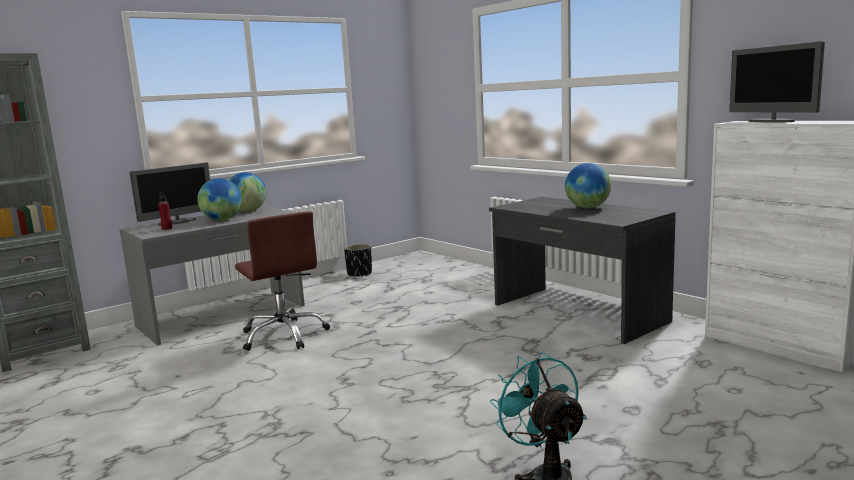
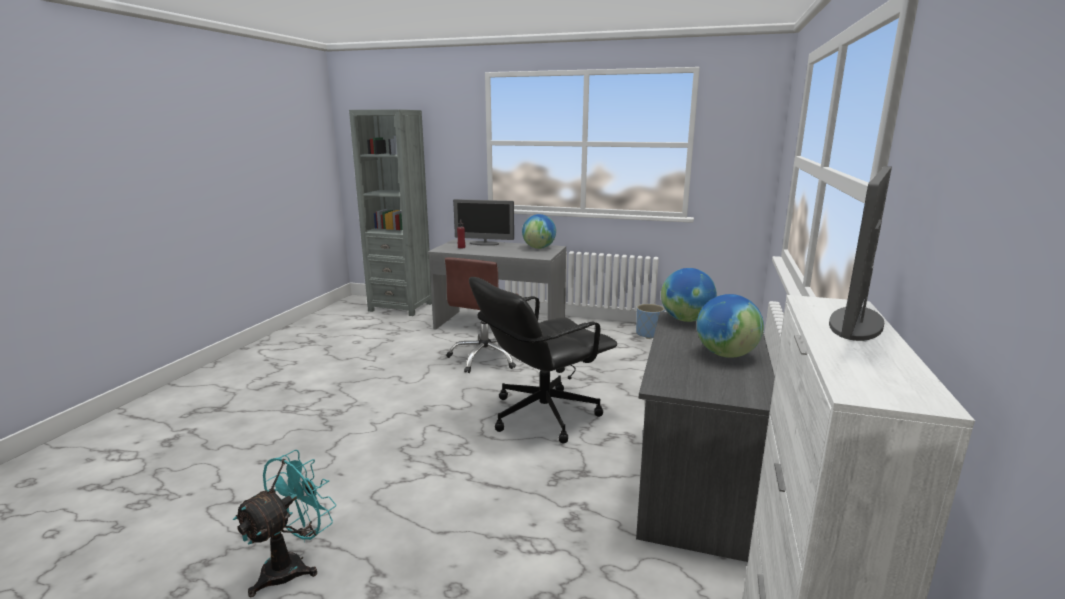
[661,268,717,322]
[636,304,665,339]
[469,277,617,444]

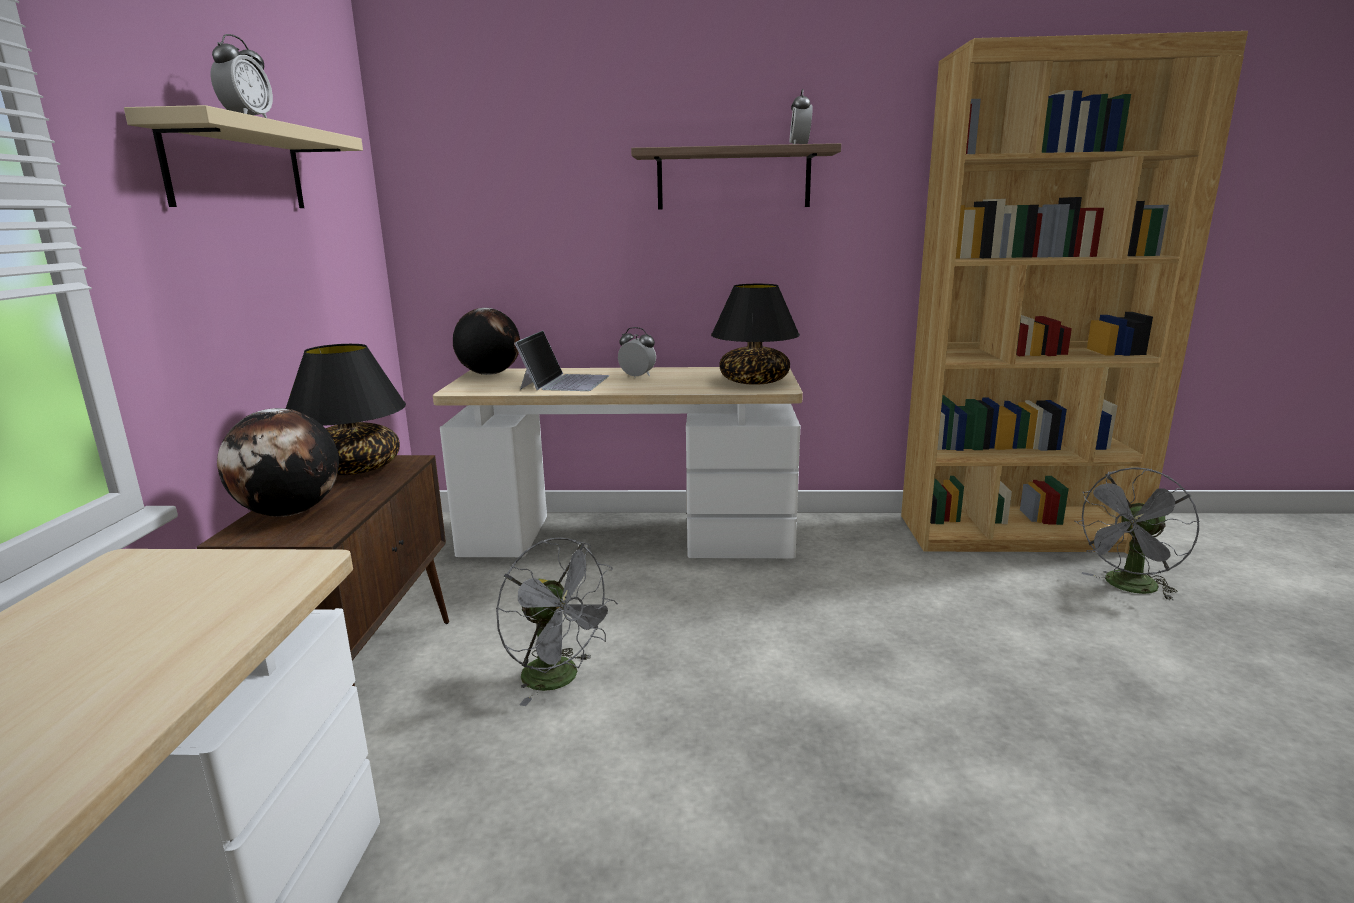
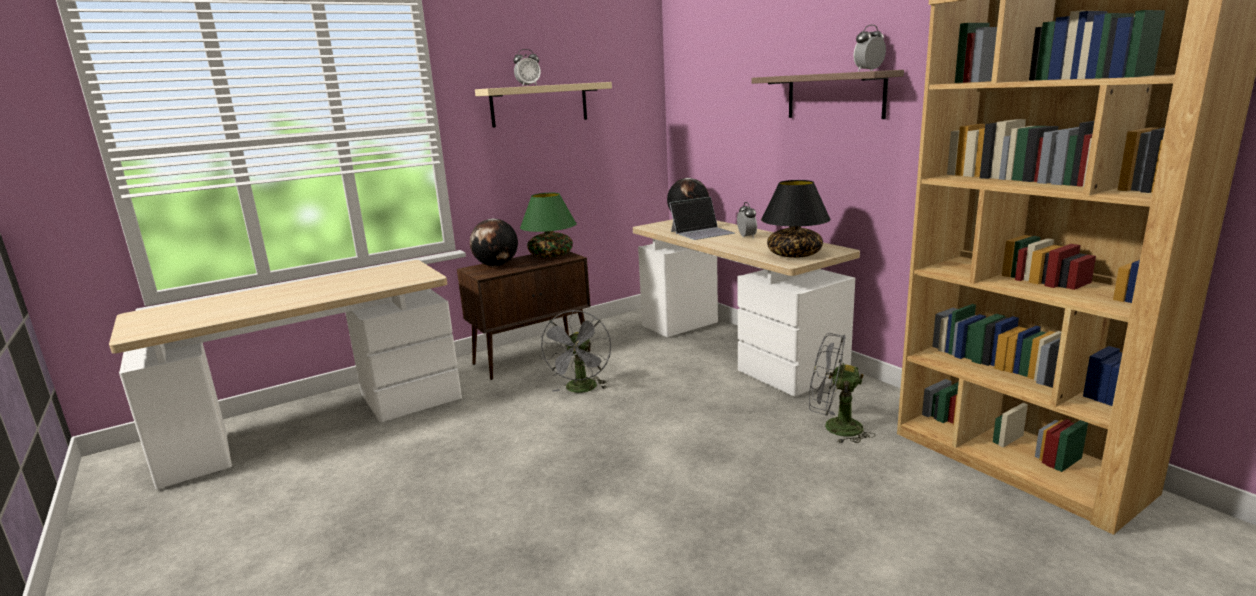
[520,193,577,258]
[809,333,875,443]

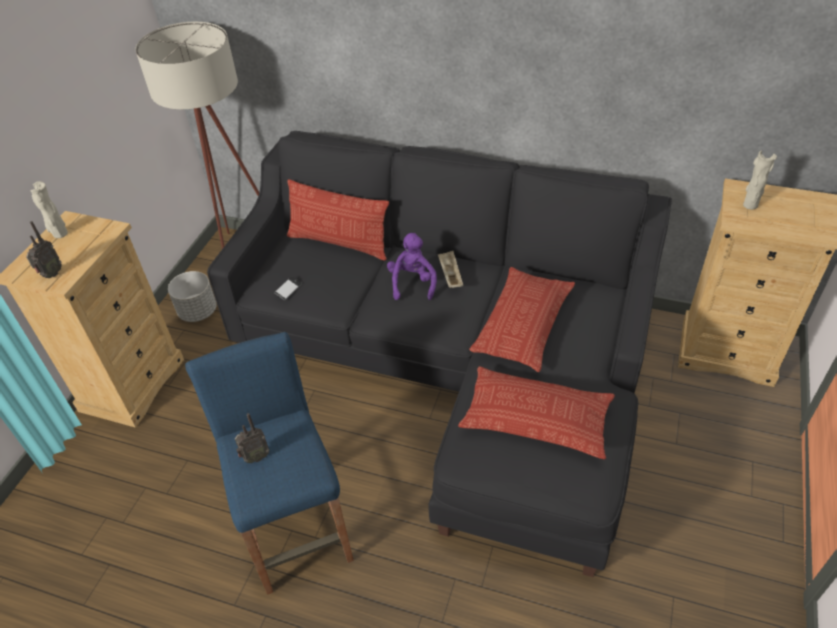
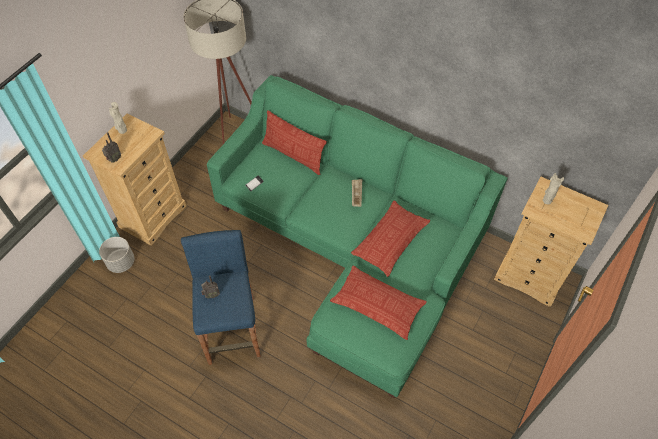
[207,75,508,398]
[387,233,437,300] (first image)
[99,237,134,273]

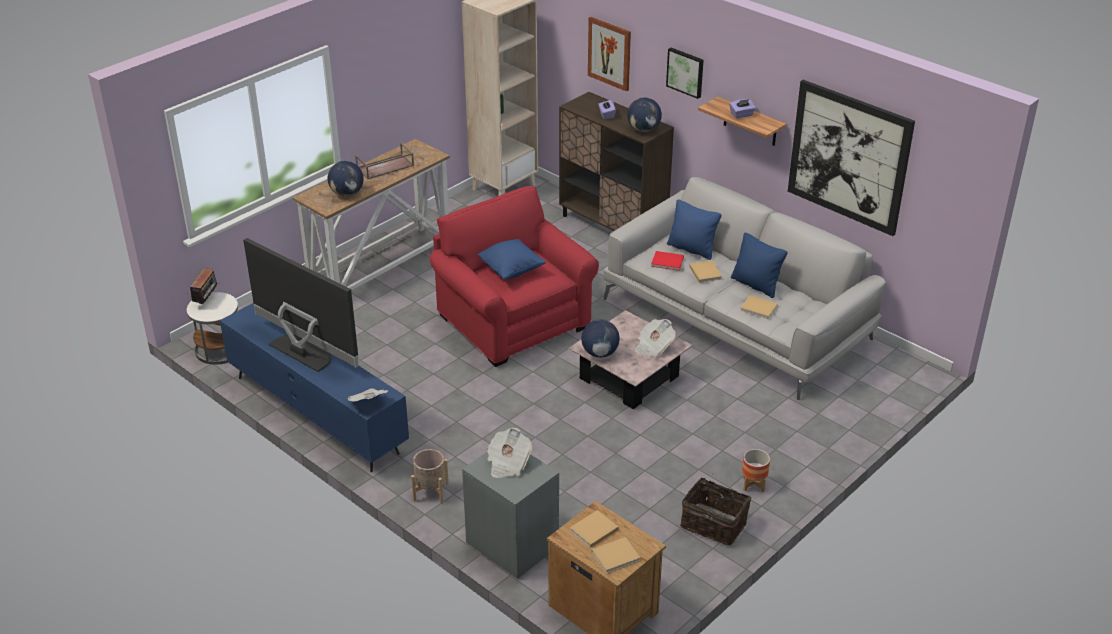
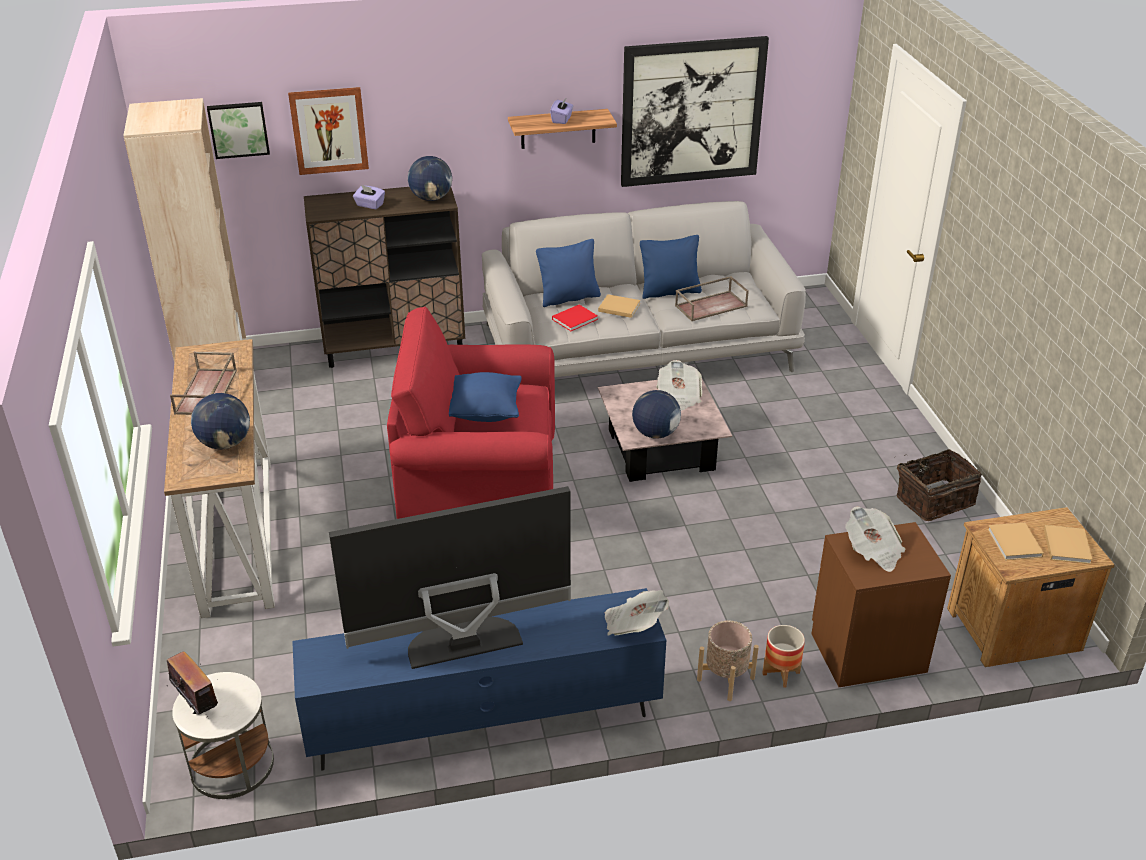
[207,102,270,159]
[675,276,749,321]
[762,625,805,688]
[811,522,951,687]

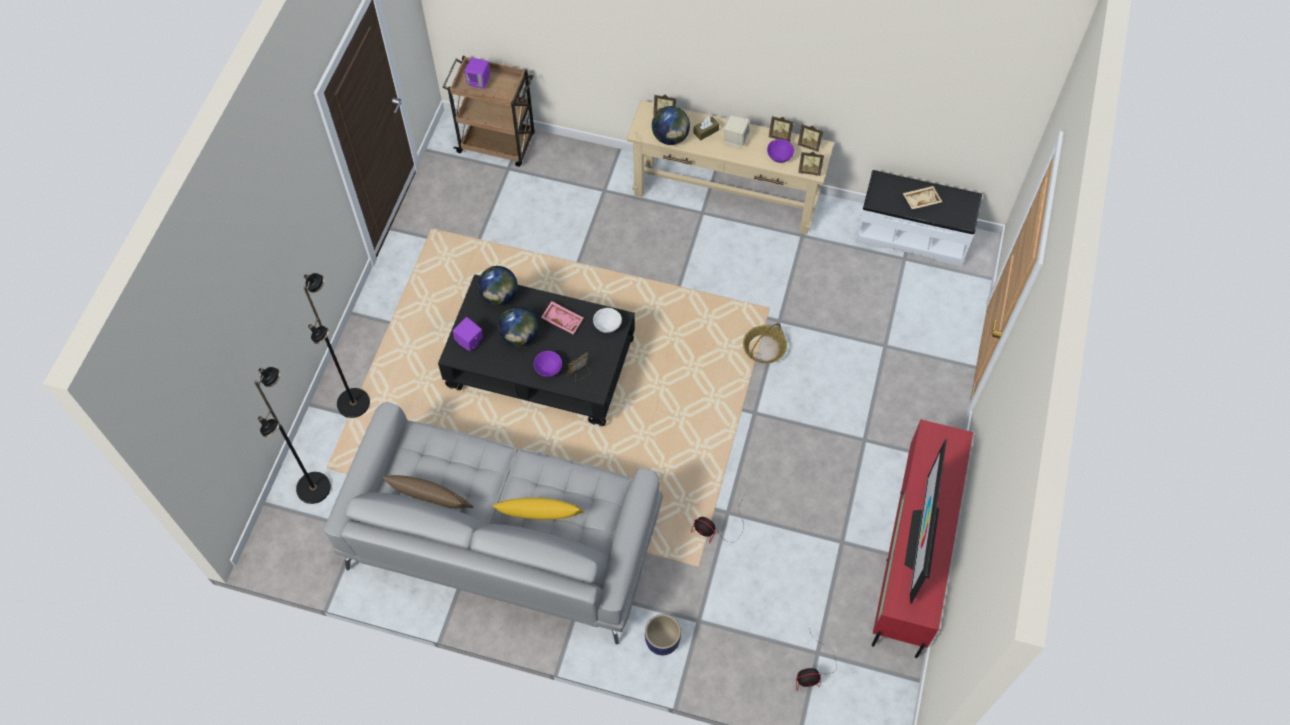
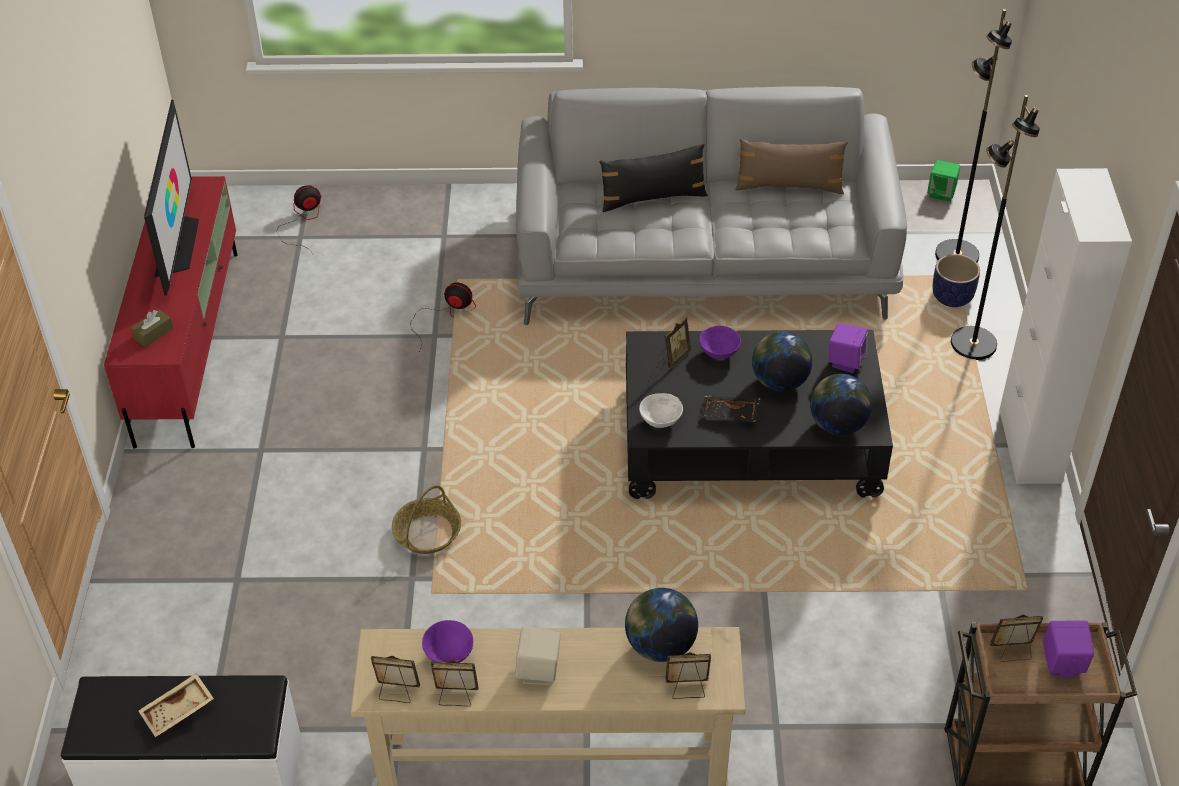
[131,309,173,347]
[990,615,1043,662]
[700,396,760,422]
[600,144,708,212]
[932,254,980,307]
[927,160,960,202]
[999,168,1132,484]

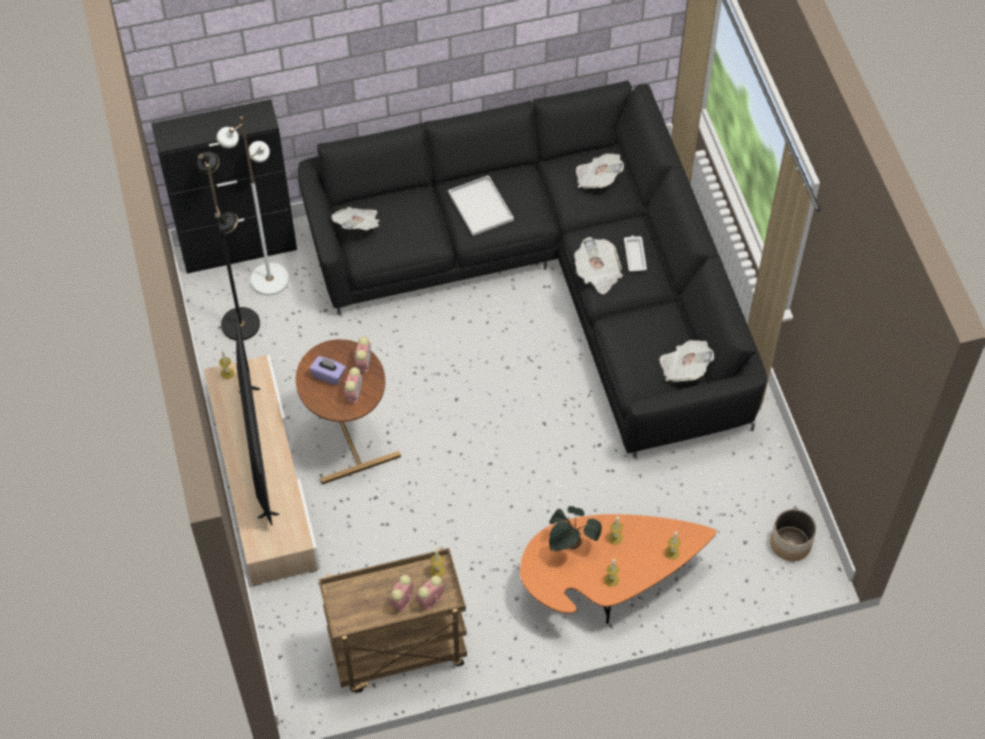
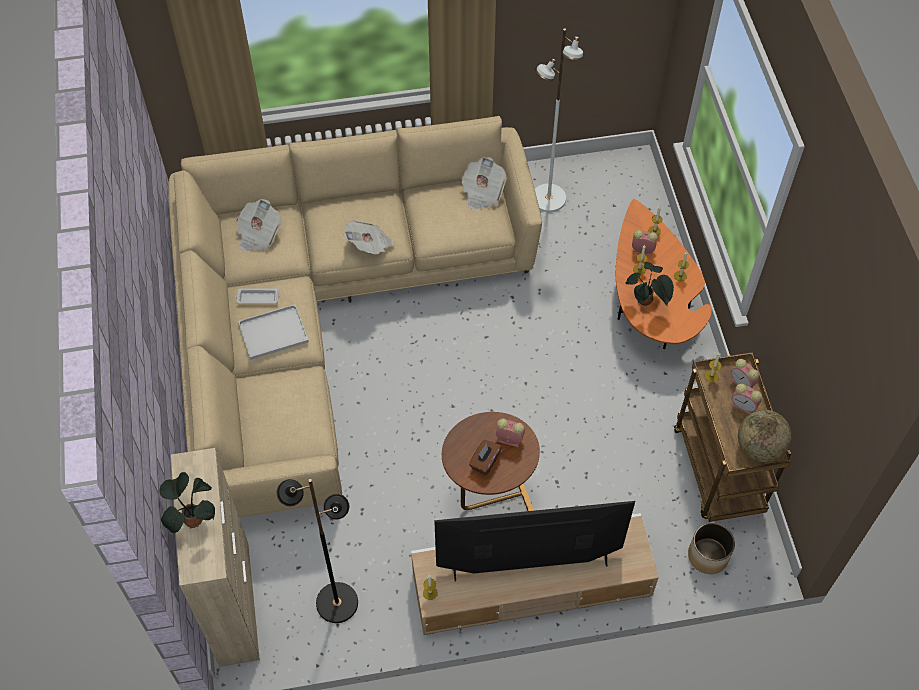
[168,116,542,517]
[171,448,260,667]
[535,29,583,212]
[332,207,380,230] (first image)
[235,289,279,304]
[632,230,658,256]
[469,440,502,475]
[688,523,735,574]
[738,410,792,463]
[159,472,215,533]

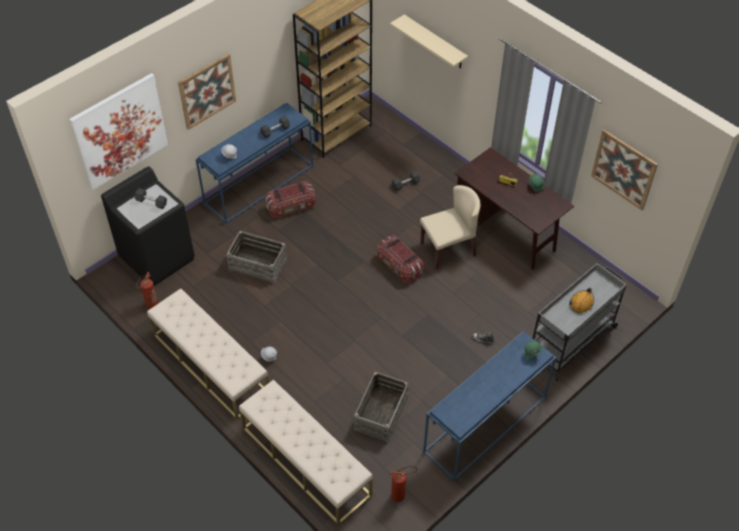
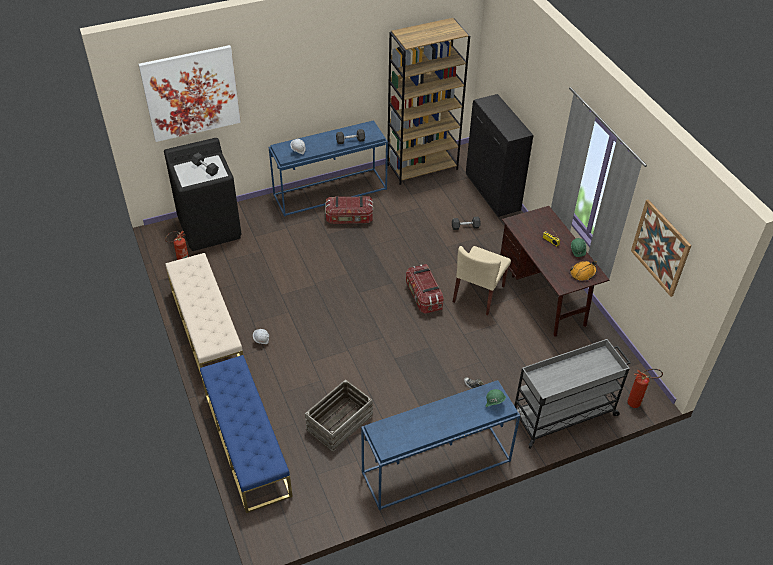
[390,14,468,69] (first image)
[178,53,236,130] (first image)
[453,246,511,315]
[226,231,287,284] (first image)
[570,261,597,281]
[200,355,293,513]
[627,369,663,408]
[466,94,533,217]

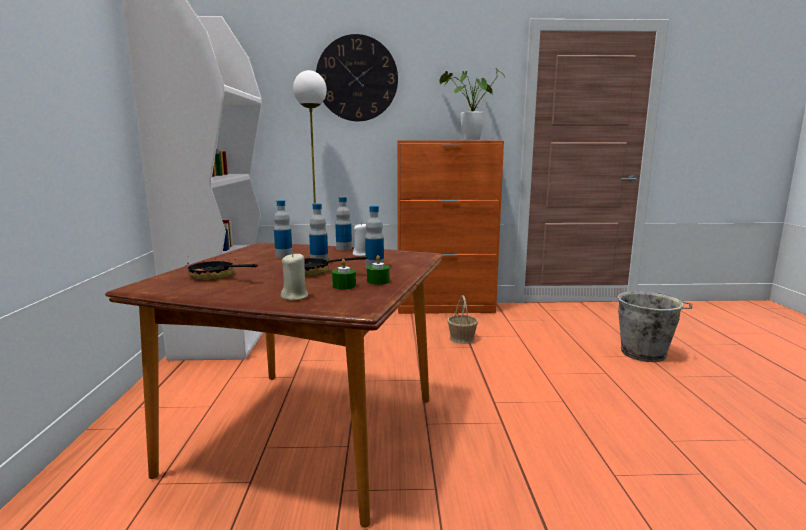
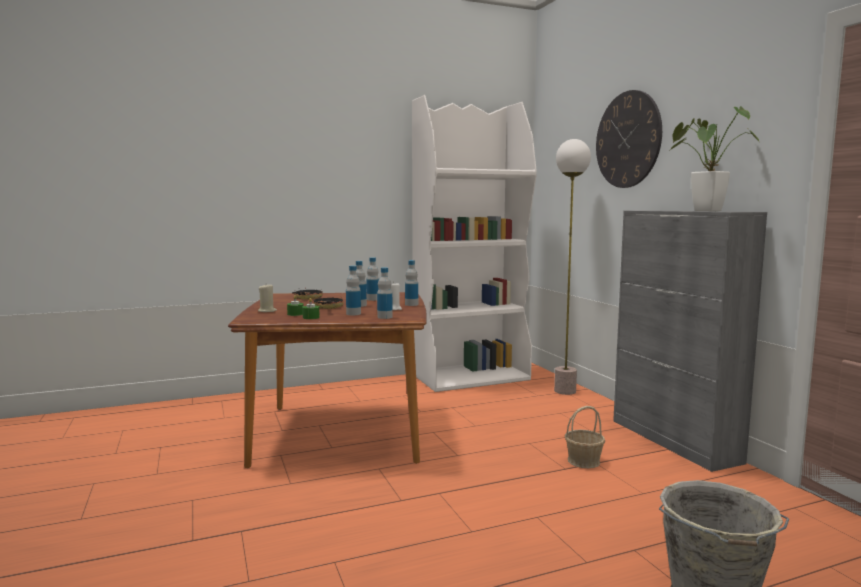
[613,211,767,472]
[377,267,393,319]

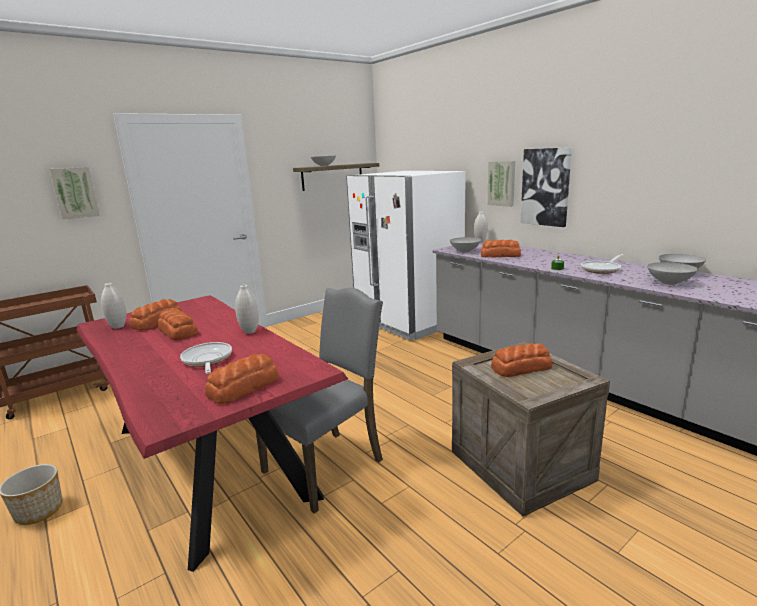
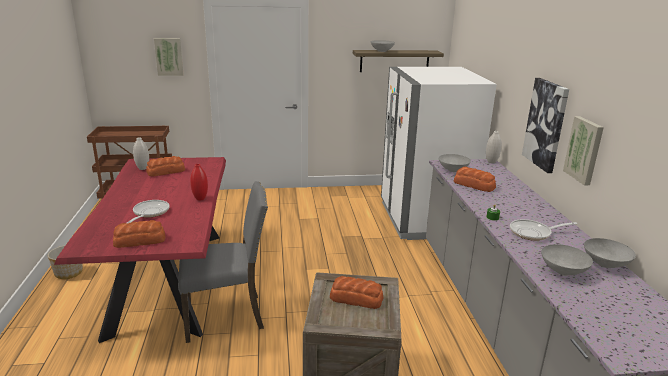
[563,116,604,185]
[190,164,208,201]
[158,308,198,340] (first image)

